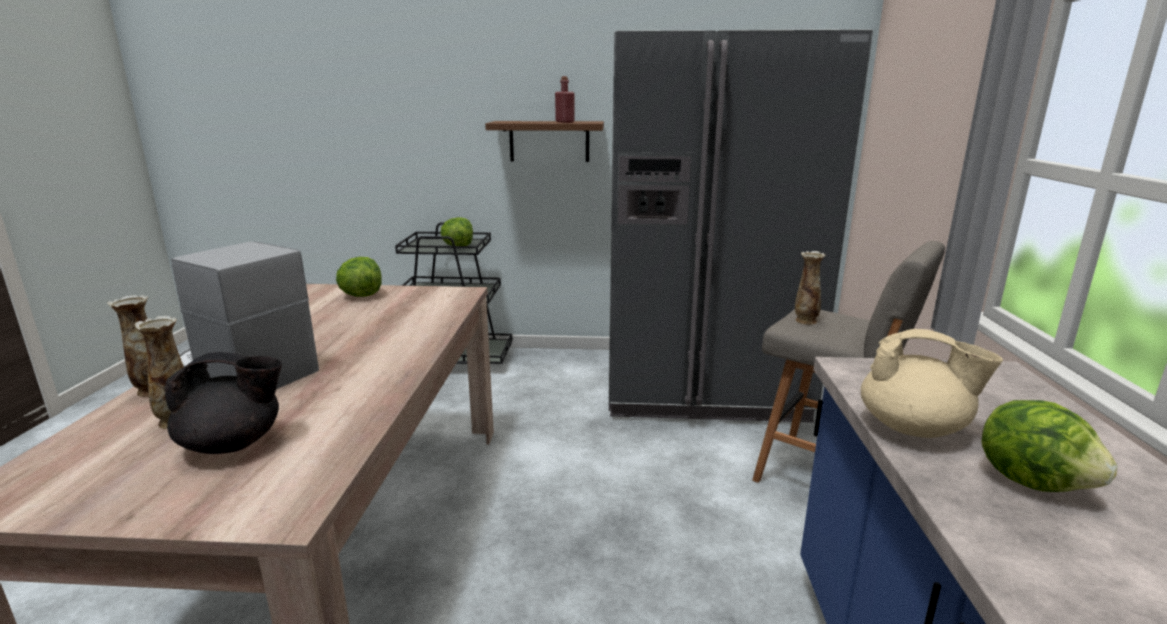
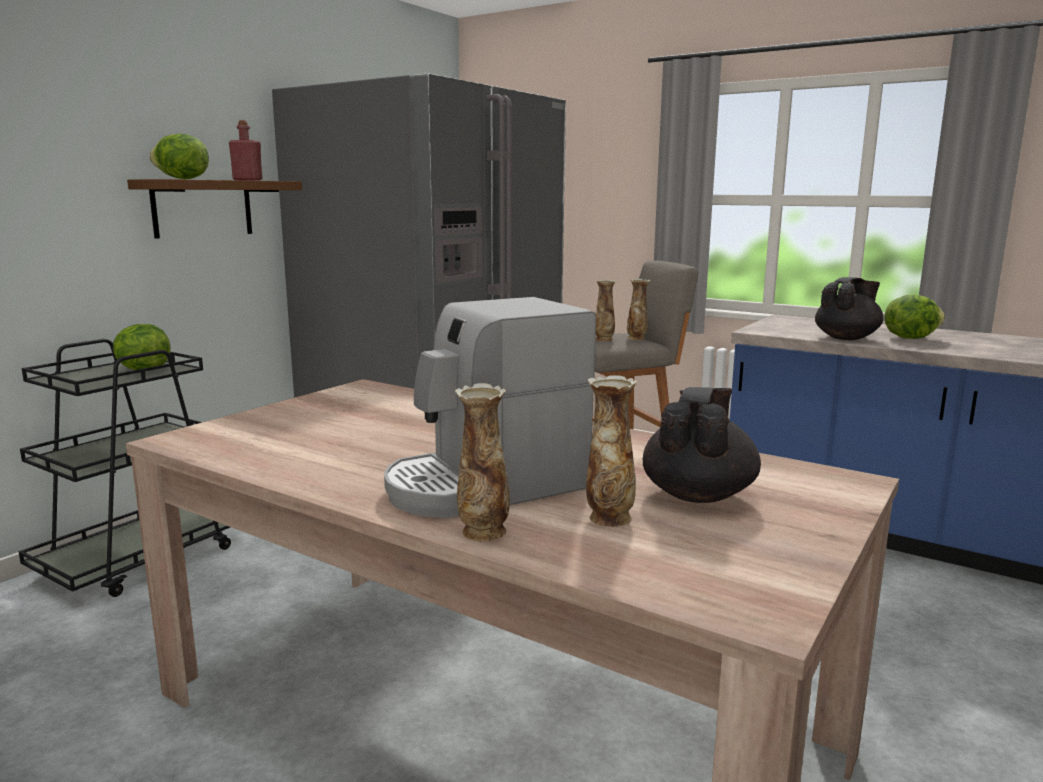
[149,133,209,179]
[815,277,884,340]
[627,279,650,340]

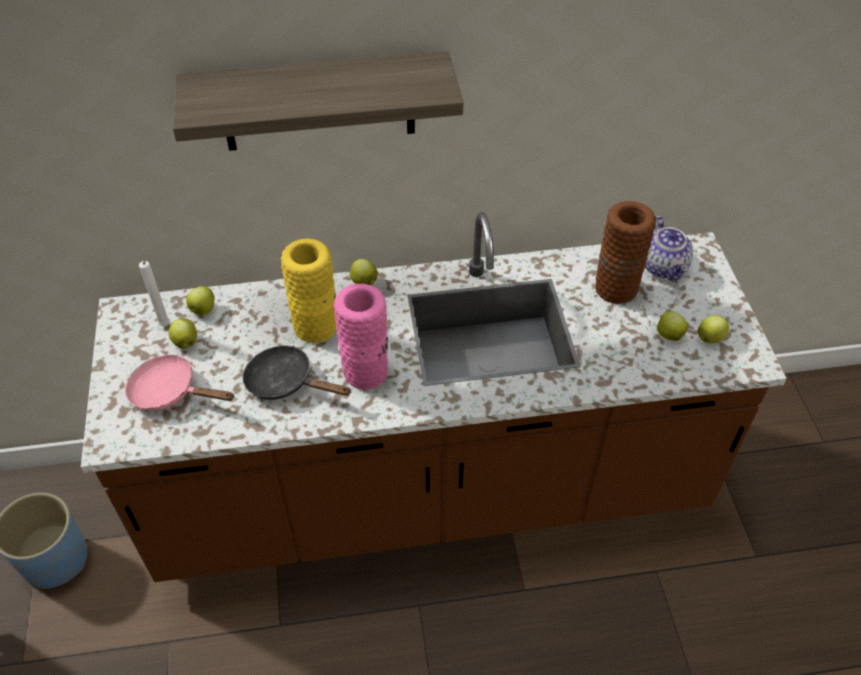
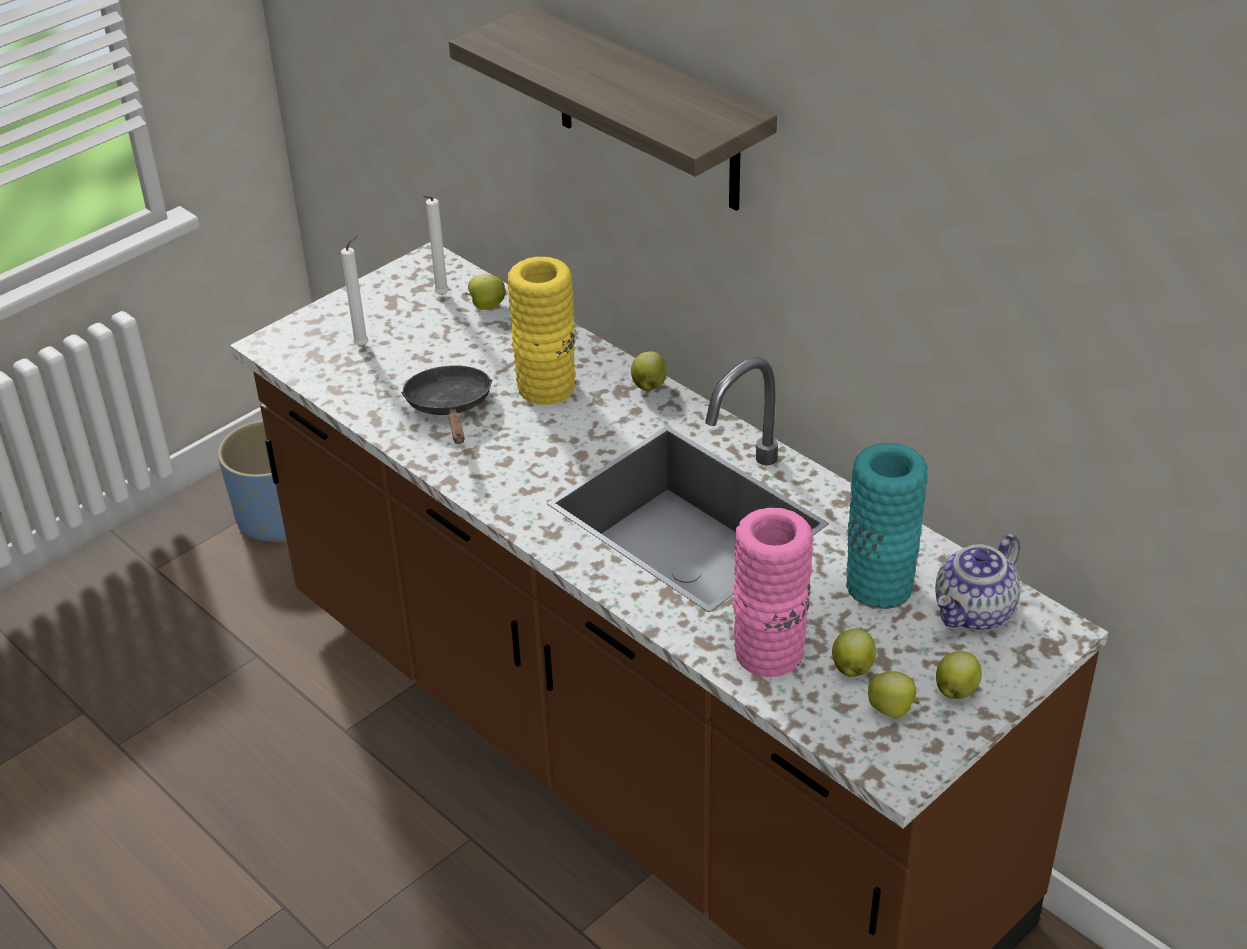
[846,443,928,609]
[733,508,813,677]
[936,651,982,699]
[341,235,368,346]

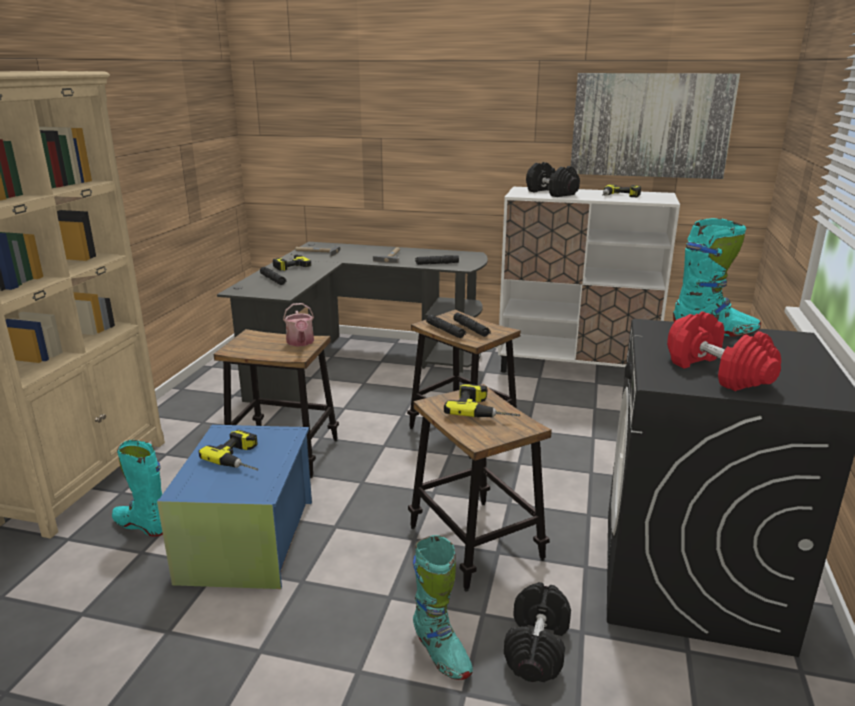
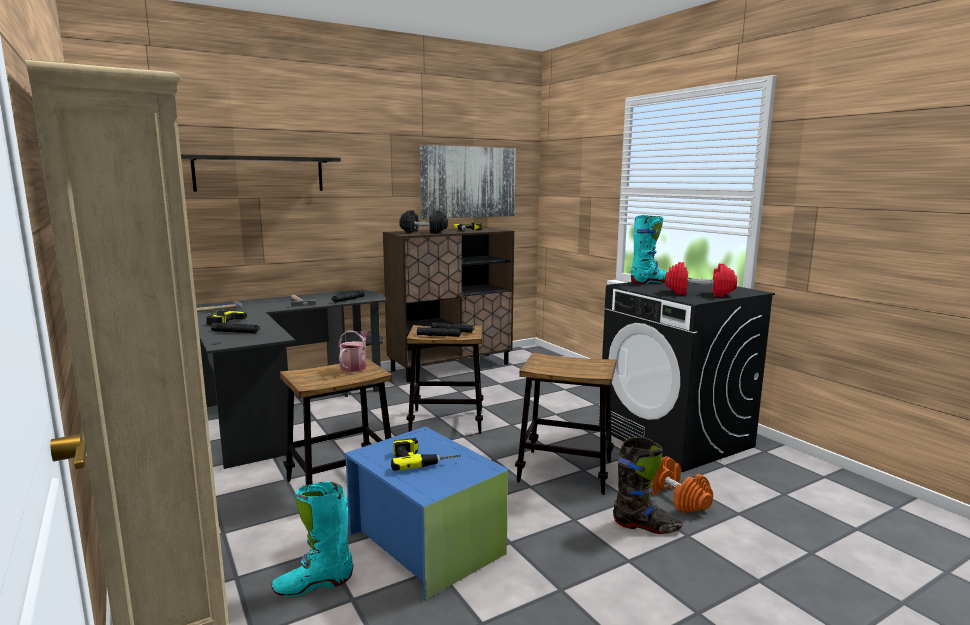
[383,227,514,382]
[339,330,371,372]
[444,384,520,417] (first image)
[613,437,683,534]
[651,456,713,513]
[181,154,341,192]

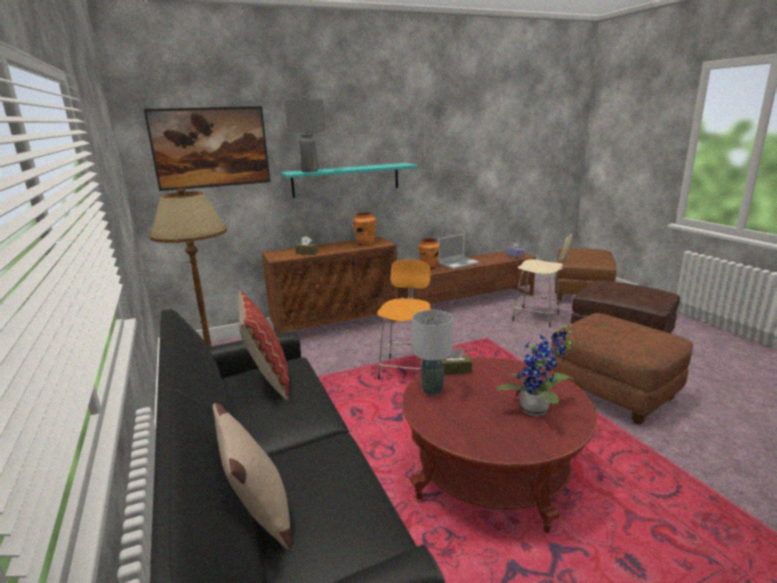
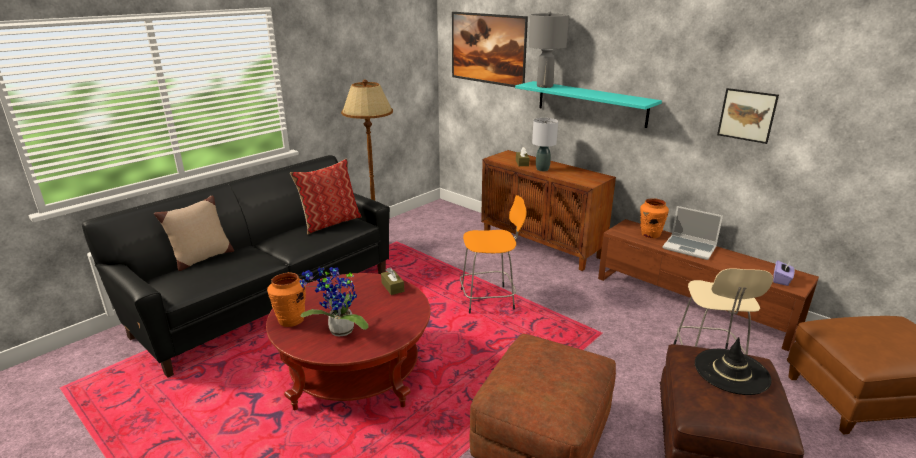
[267,272,306,327]
[532,118,558,171]
[717,88,779,144]
[695,337,771,395]

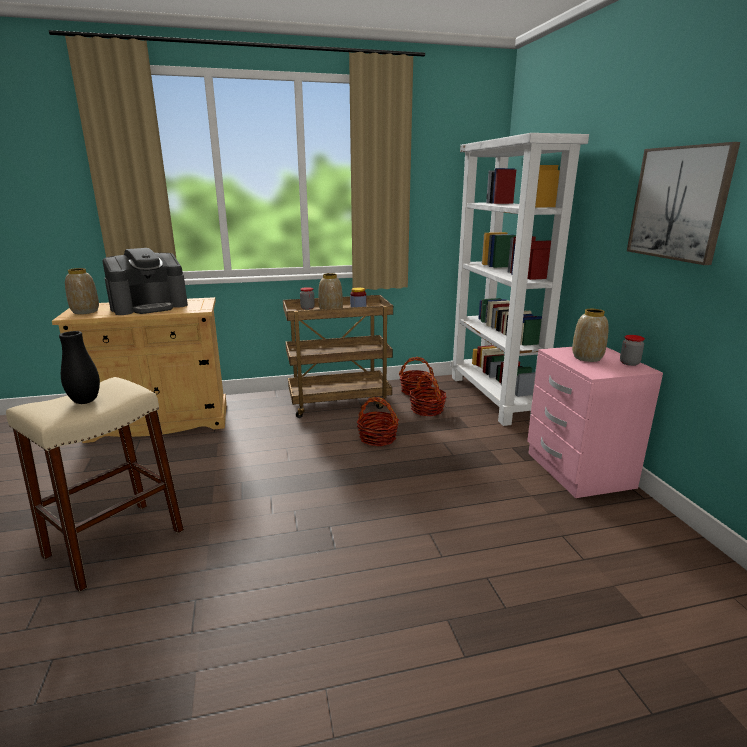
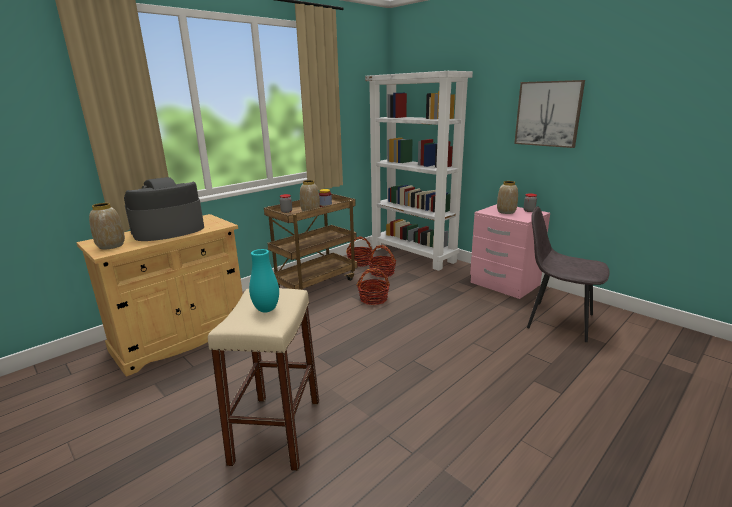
[124,177,204,241]
[249,249,279,312]
[527,206,610,342]

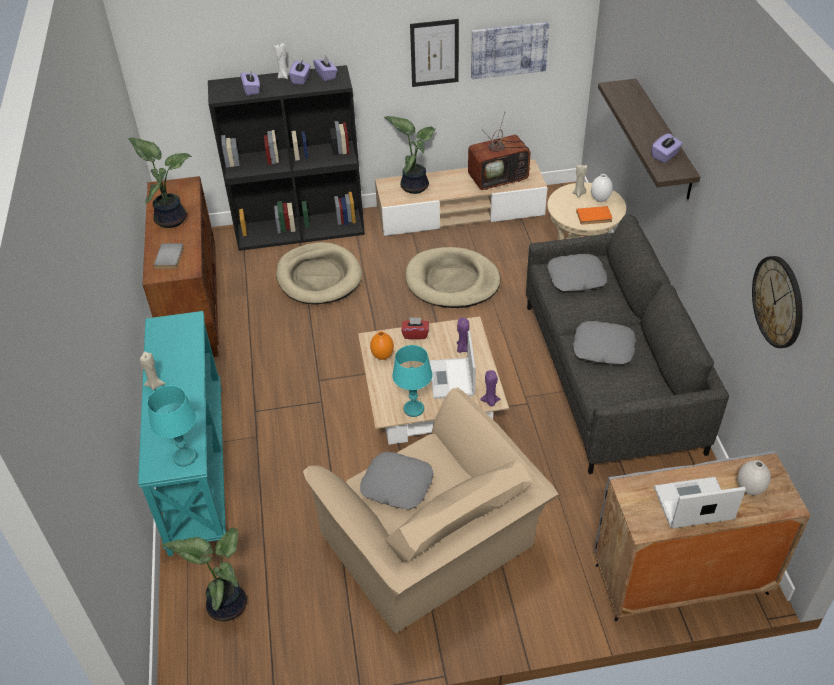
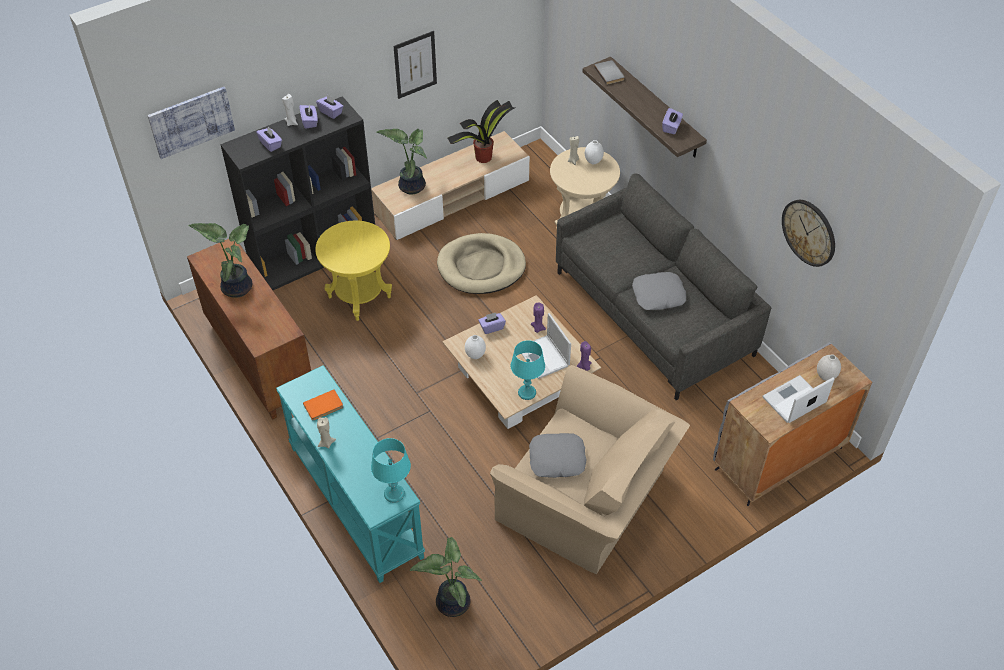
[147,87,235,159]
[448,100,515,163]
[303,389,343,420]
[315,220,392,321]
[594,60,624,85]
[547,254,607,291] (first image)
[478,313,506,334]
[465,335,486,359]

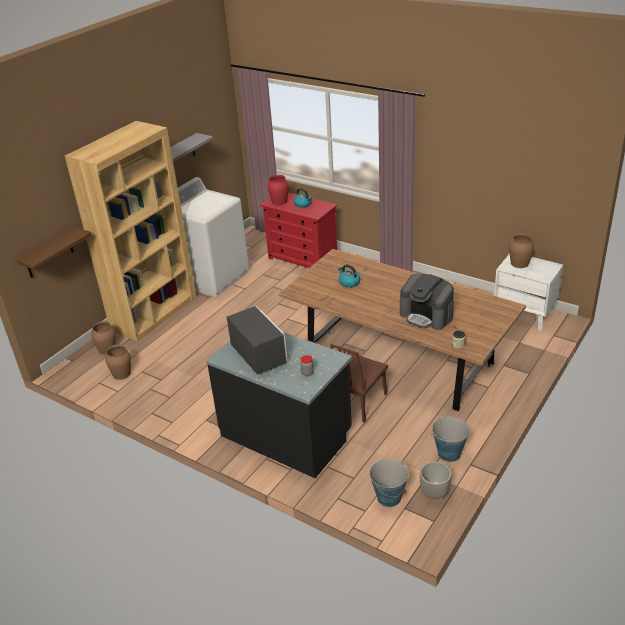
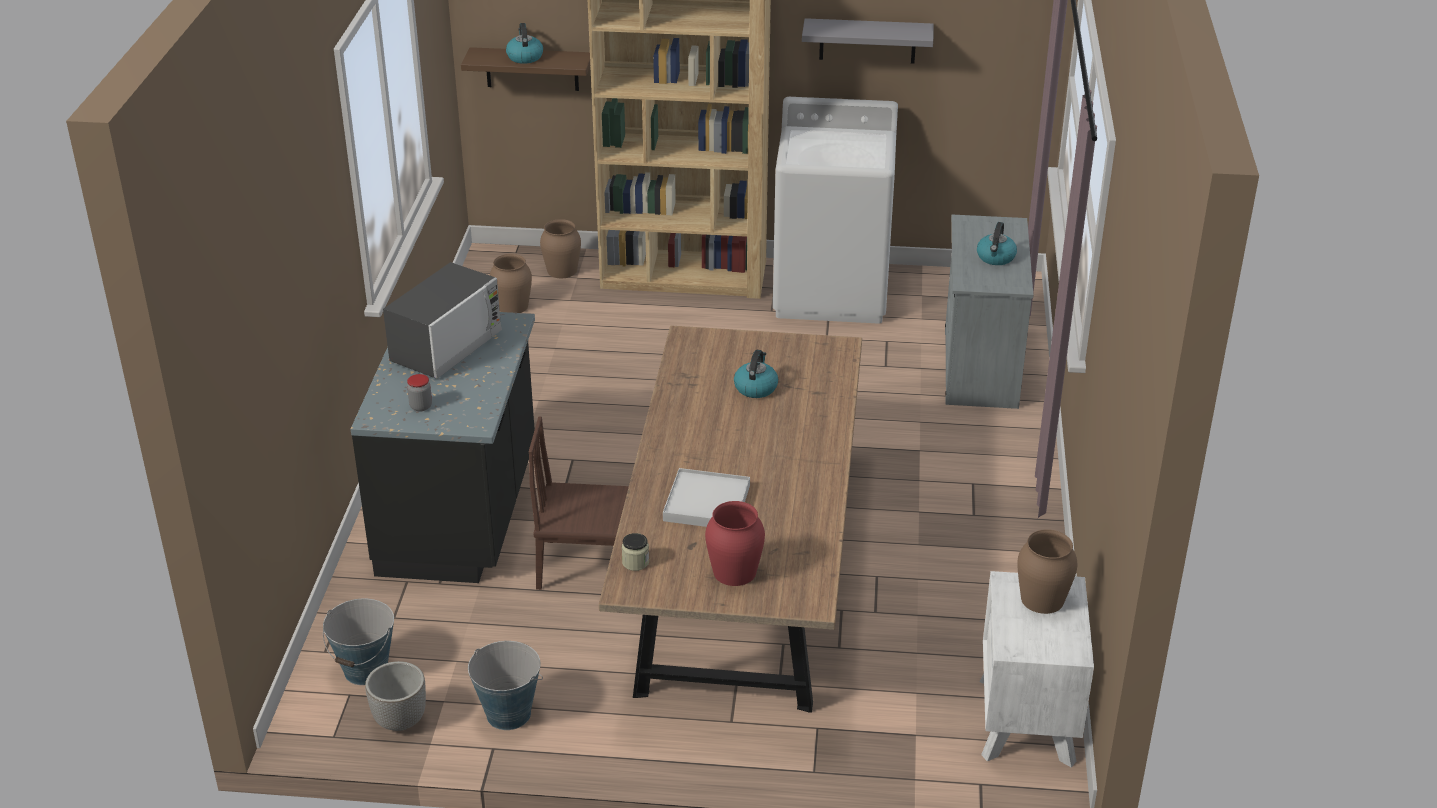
[705,501,765,586]
[945,215,1033,409]
[663,468,750,527]
[506,23,543,64]

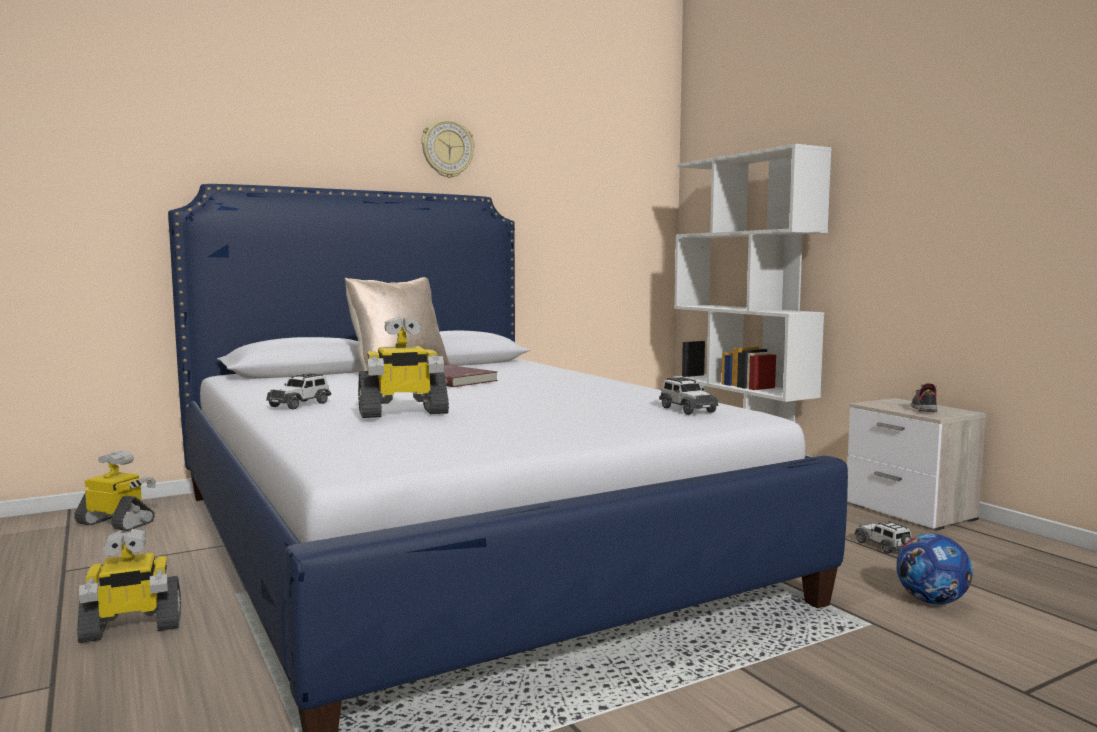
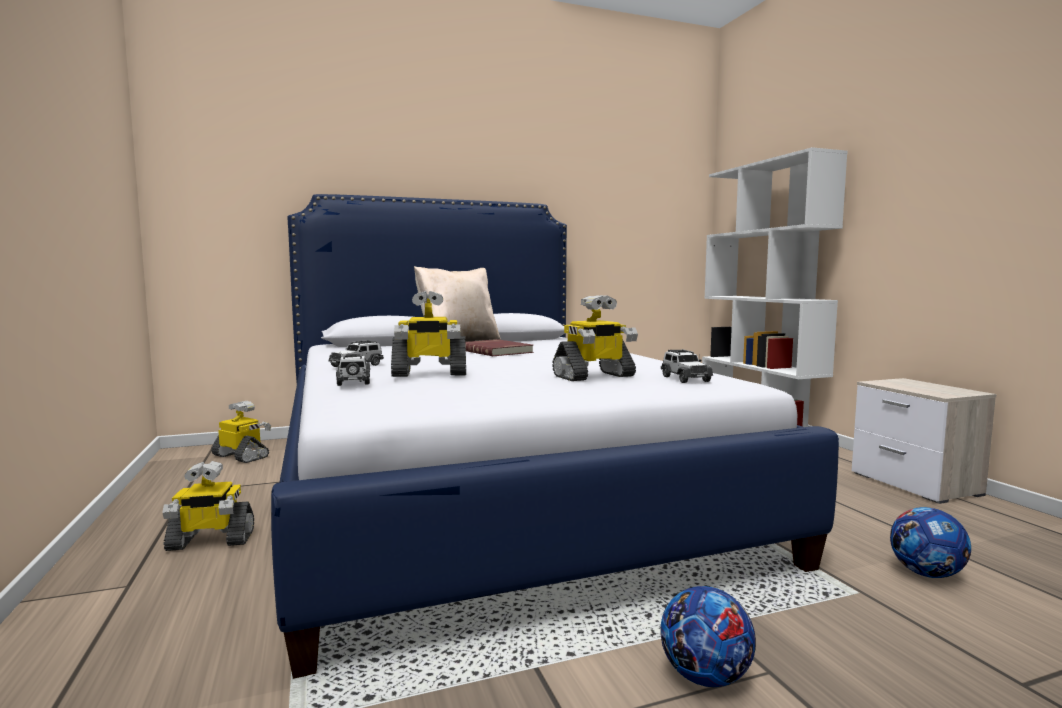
[421,119,475,178] (first image)
[911,383,938,412] (first image)
[336,353,370,386]
[552,295,638,381]
[660,586,756,687]

